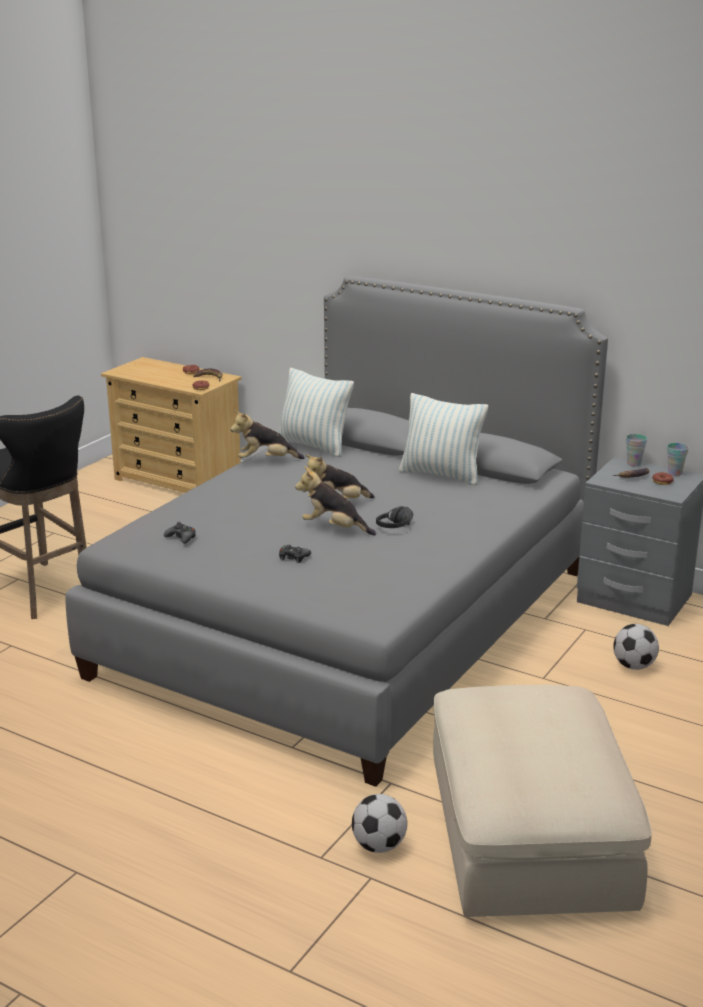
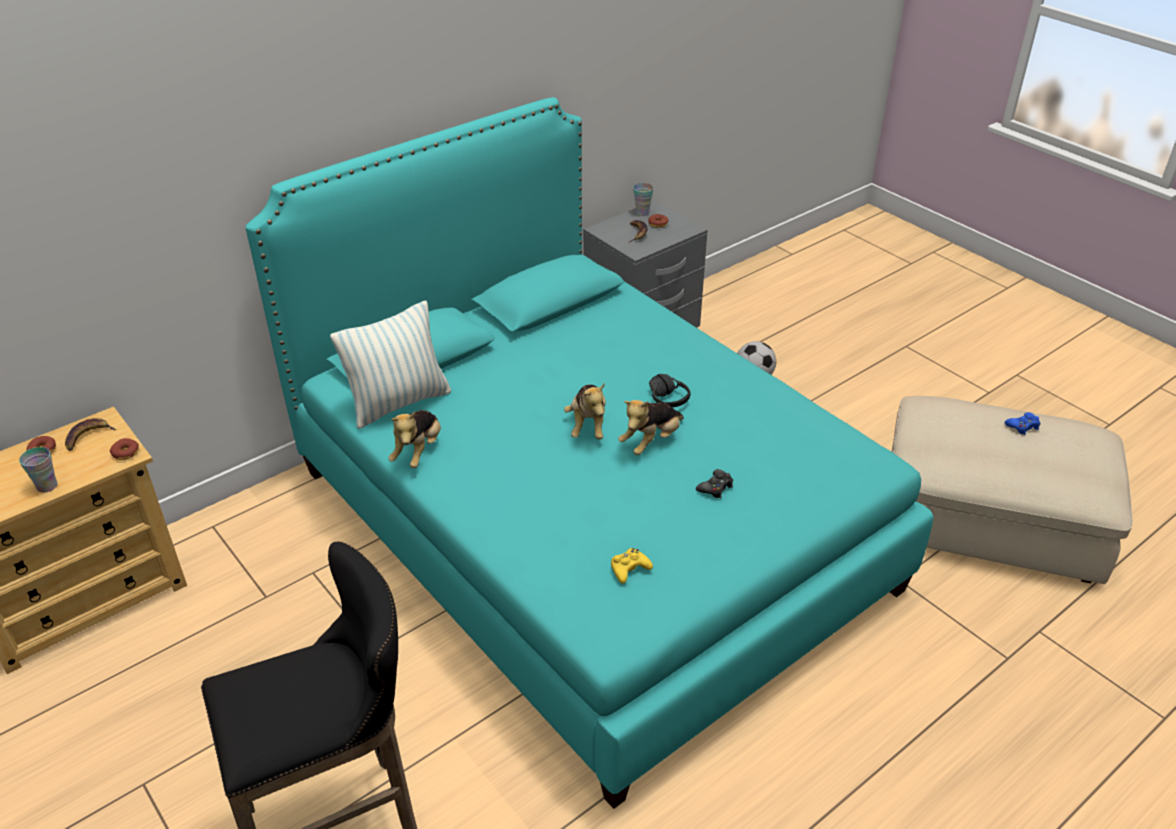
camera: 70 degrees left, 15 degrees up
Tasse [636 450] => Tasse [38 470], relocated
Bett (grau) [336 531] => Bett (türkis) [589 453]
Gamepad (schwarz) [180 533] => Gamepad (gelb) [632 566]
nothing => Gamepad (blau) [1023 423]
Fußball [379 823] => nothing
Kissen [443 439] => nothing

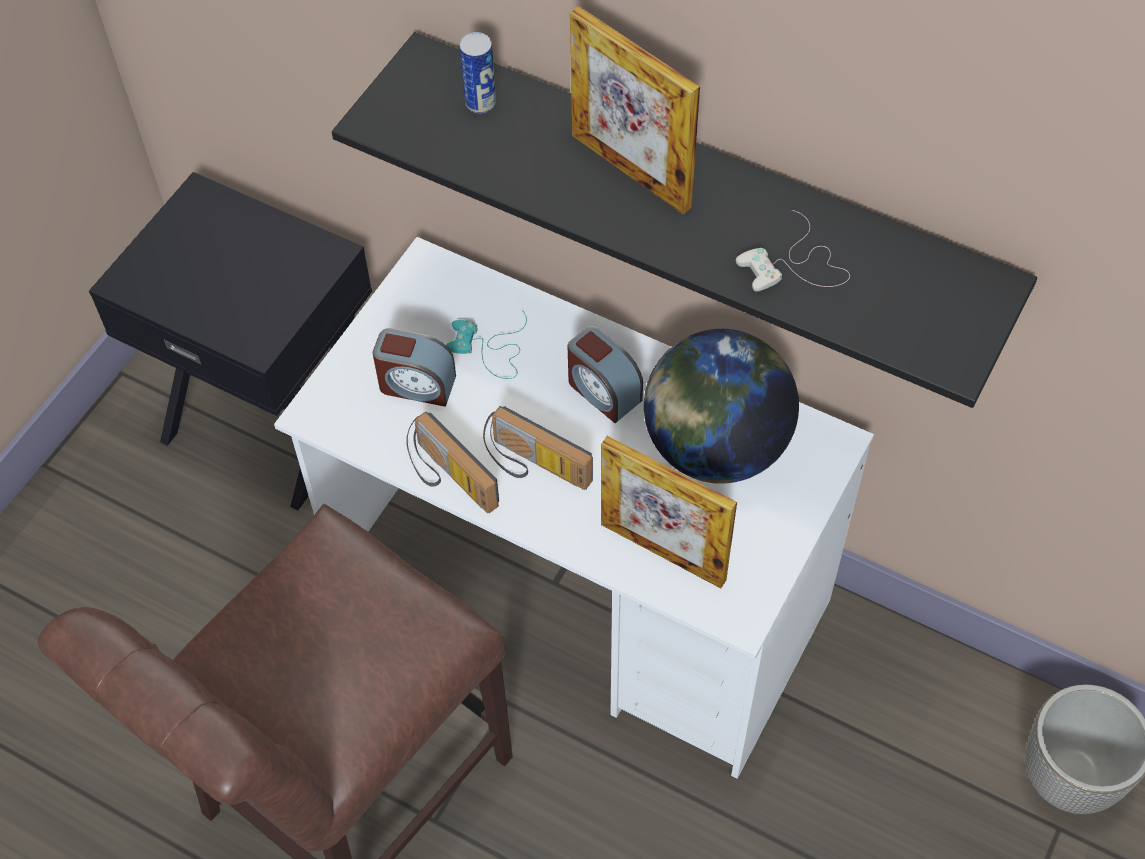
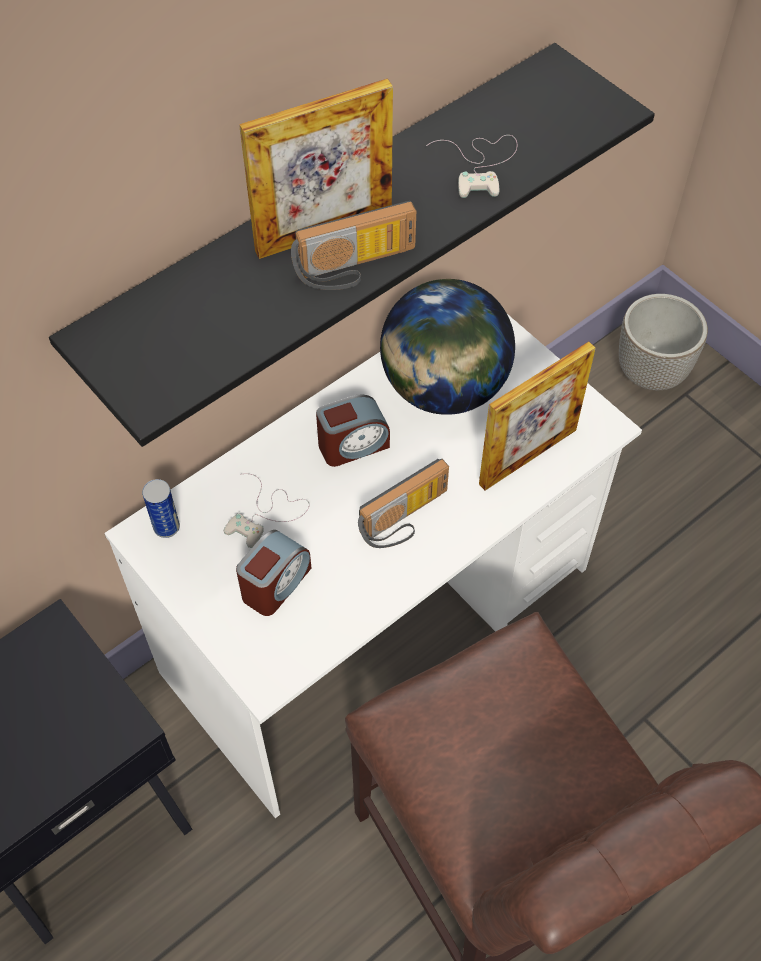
camera: 70 degrees left, 0 degrees up
Dose [477 72] => Dose [161 508], relocated
Gamepad (türkis) [486 344] => Gamepad (weiß) [267 510]
Radio [452 462] => Radio [353 245], relocated

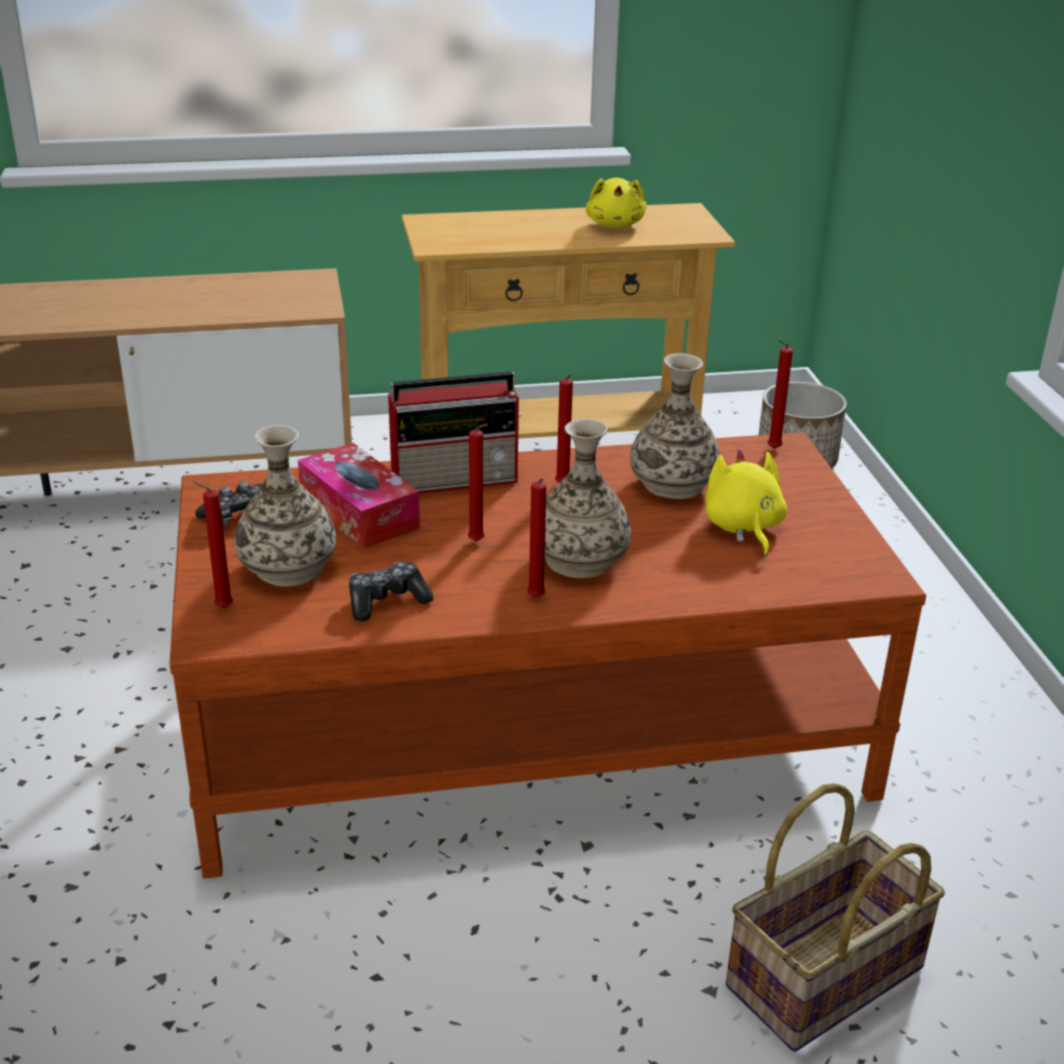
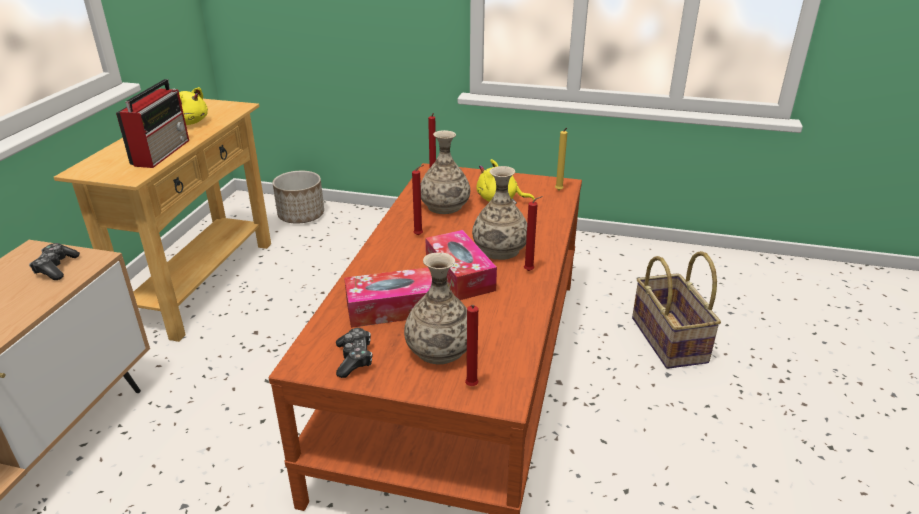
camera: 65 degrees left, 0 degrees up
Gamepad [391 591] => Gamepad [54 261], relocated
Radio [455 432] => Radio [152 123], relocated
Kerze (rot) [478 483] => Taschentuchbox [461 265]
nothing => Kerze (gelb) [561 159]

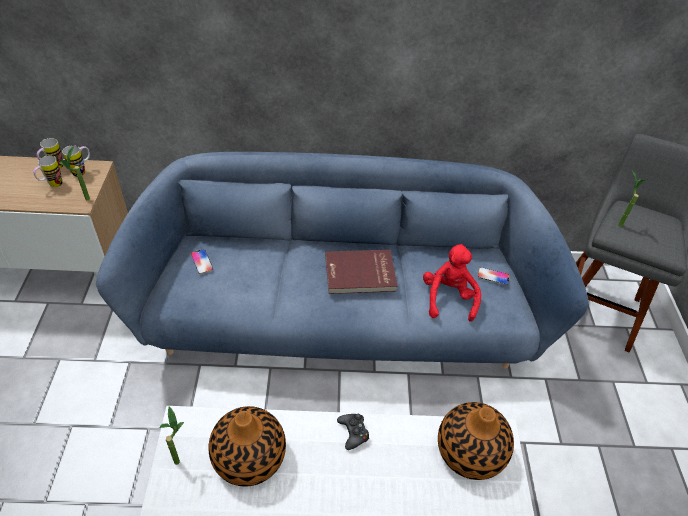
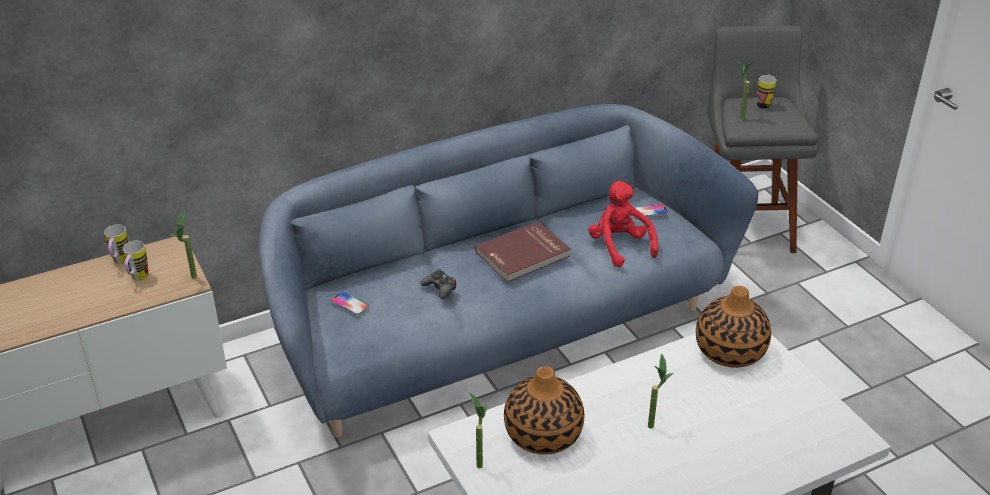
camera: 25 degrees left, 10 degrees down
Gamepad (schwarz) [353 432] => Gamepad (schwarz) [438 284], relocated
nothing => Topfpflanze [660 391]
Henkelbecher [76 161] => Henkelbecher [766 91], relocated

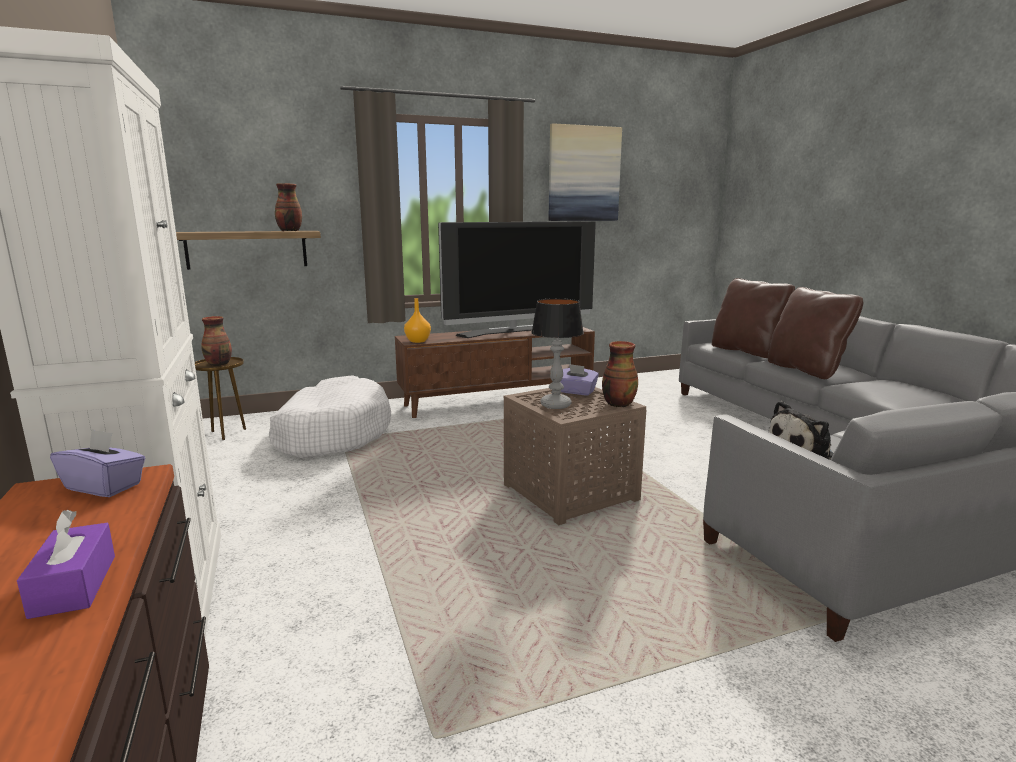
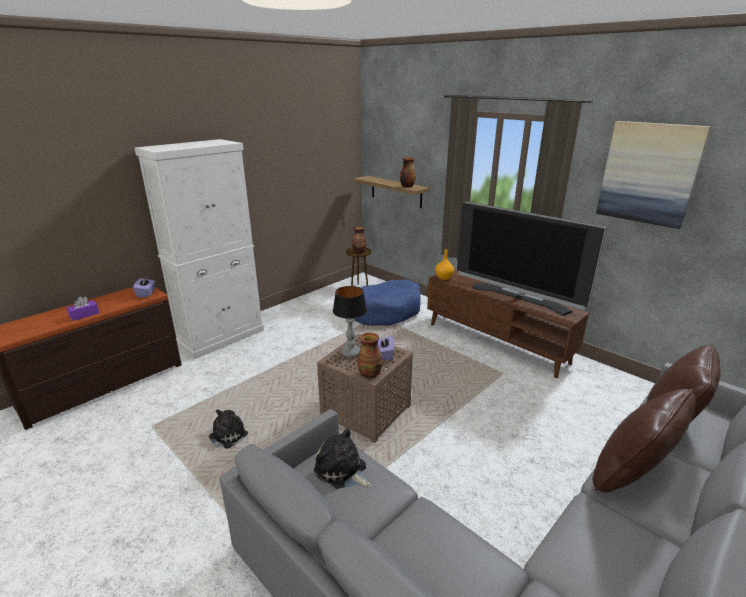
camera: 65 degrees right, 10 degrees up
nothing => Plüschtier [227 430]
Hundebett (weiß) [330 417] => Hundebett (blau) [387 302]

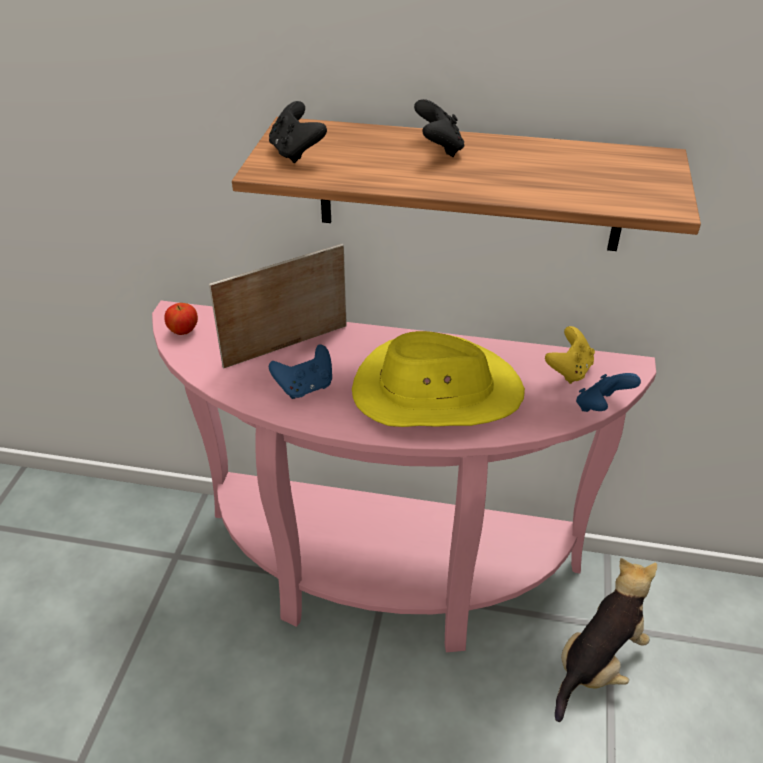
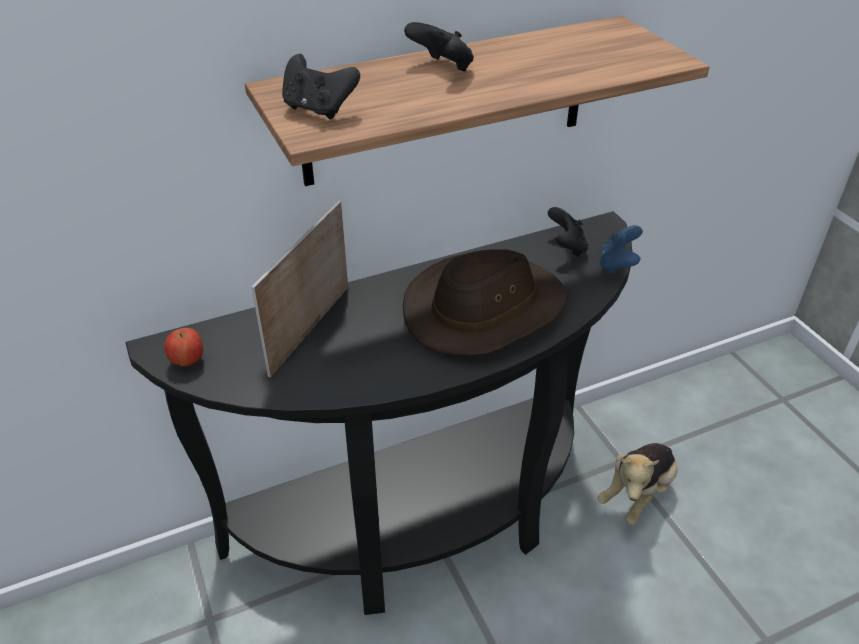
camera: 35 degrees left, 0 degrees up
Konsolentisch (rosa) [404 476] => Konsolentisch (schwarz) [379 413]
Hut (gelb) [438 379] => Hut (braun) [485 303]
Gamepad (gelb) [570 355] => Gamepad (schwarz) [568 232]
Plüschtier [606 640] => Plüschtier [638 484], 150 degrees counterclockwise
Gamepad (blau) [300 371] => nothing

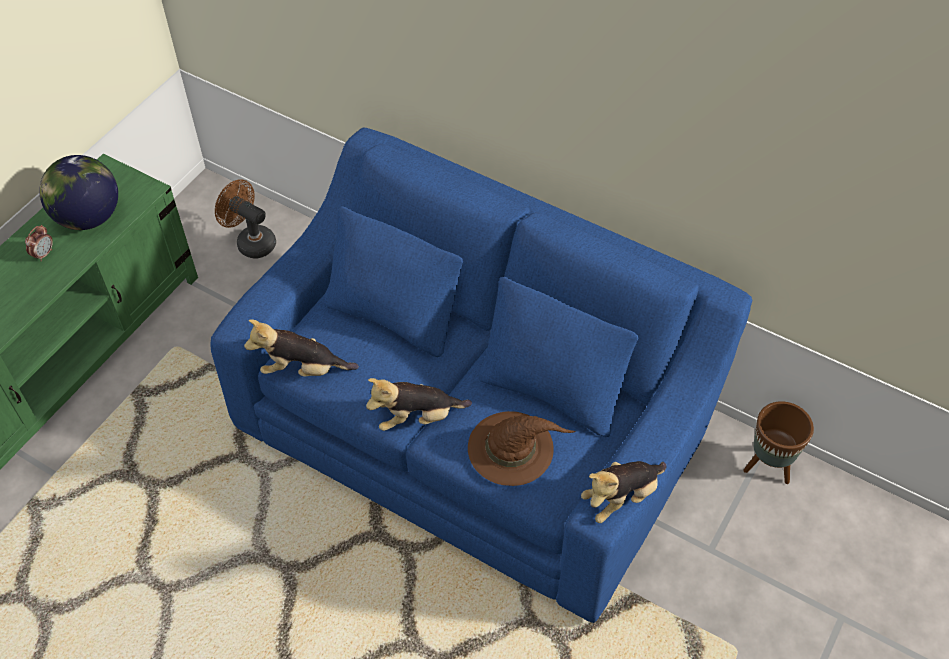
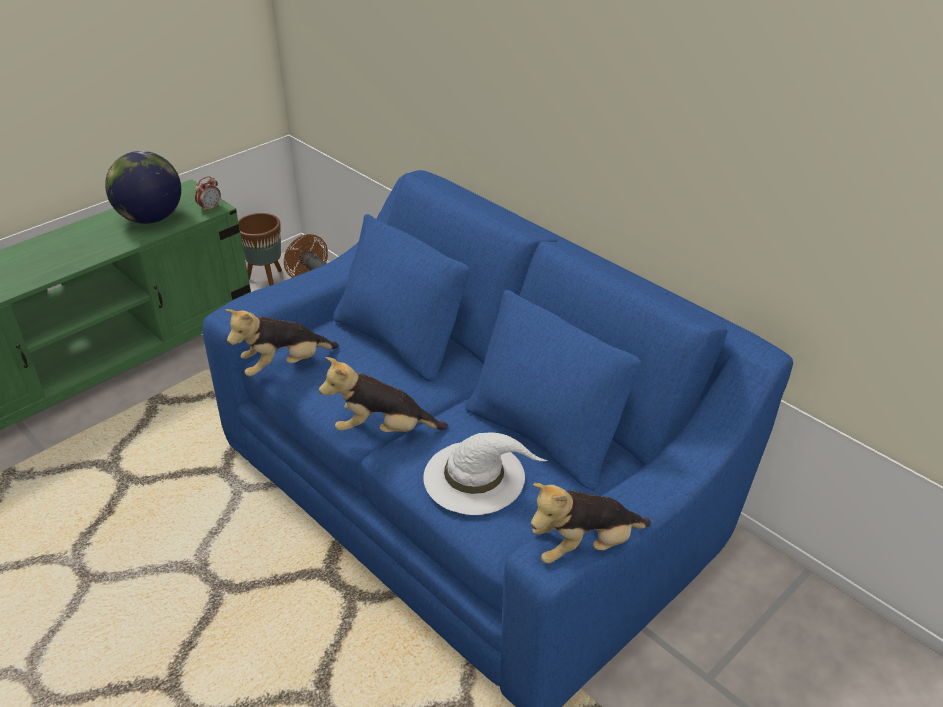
camera: 15 degrees right, 15 degrees down
Wecker [39 243] => Wecker [208 194], relocated
Plüschtier [301 348] => Plüschtier [282 342], 45 degrees counterclockwise
Pflanzkübel (braun) [779 442] => Pflanzkübel (braun) [260 249], relocated
Hut (braun) [522 448] => Hut (weiß) [486 474]

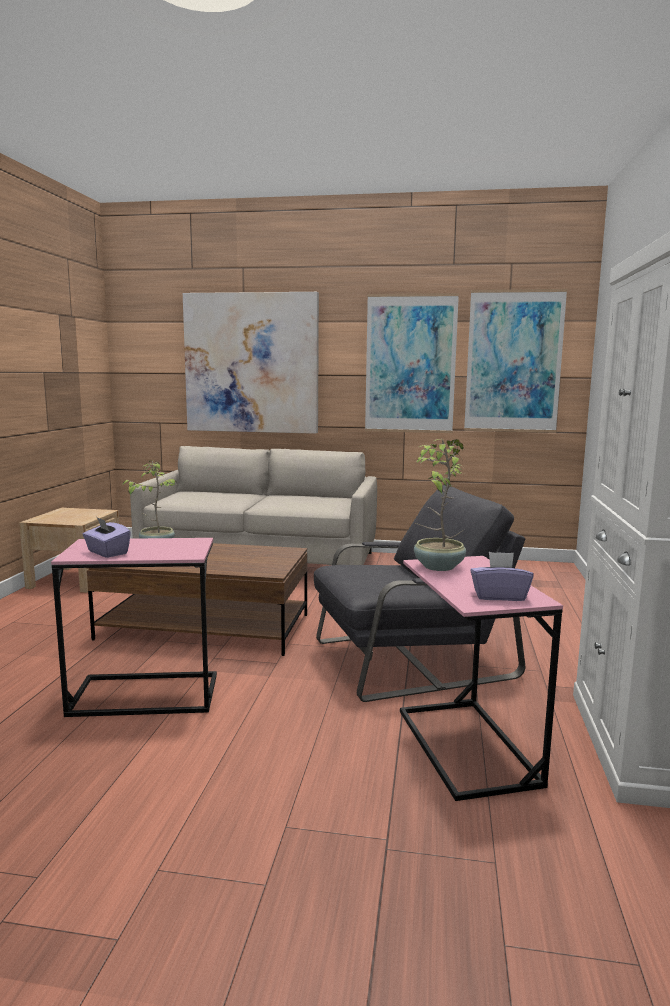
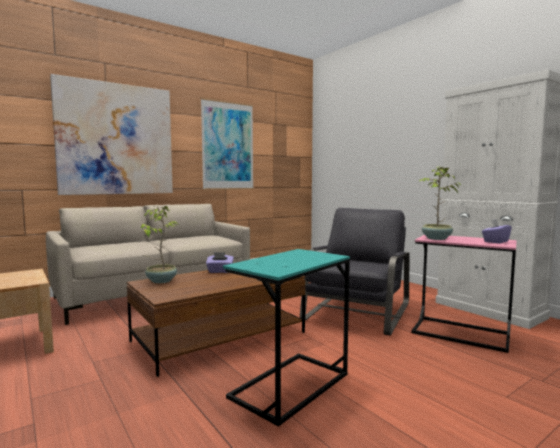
camera: 45 degrees left, 5 degrees down
Taschentuchbox (lila) [107 537] => Taschentuchbox (lila) [220 262], relocated
Beistelltisch (rosa) [134 627] => Beistelltisch (türkis) [286 338]
Bild [515 361] => nothing

